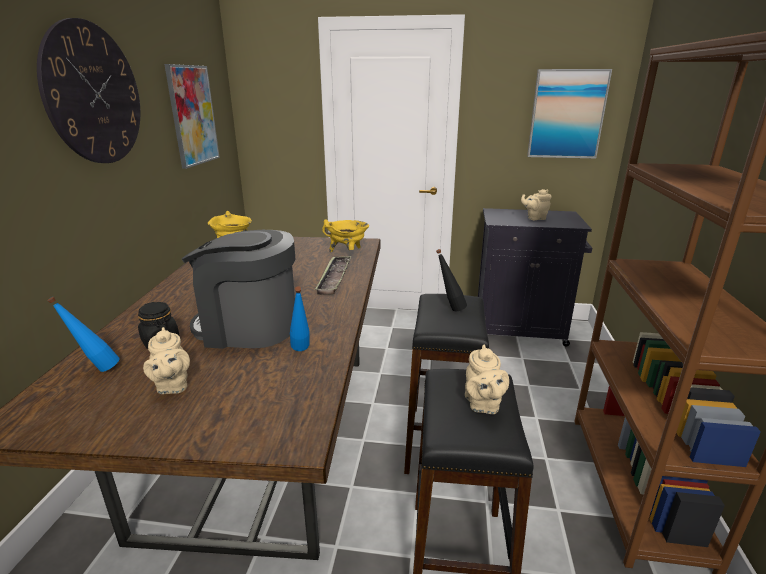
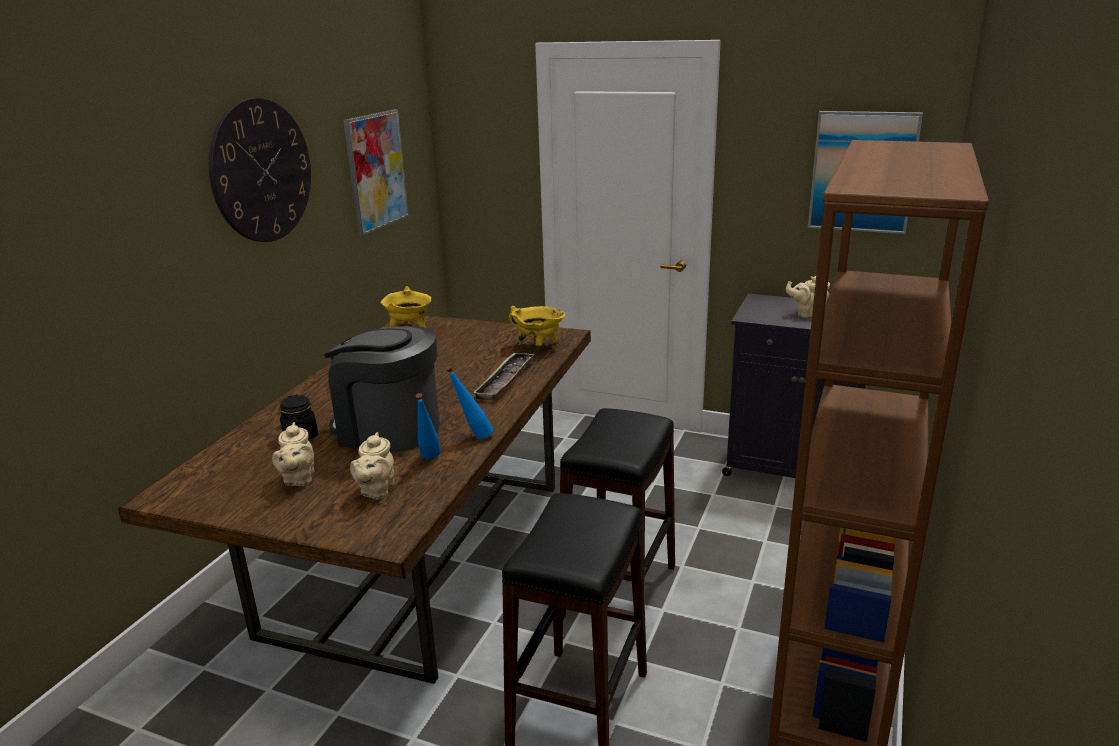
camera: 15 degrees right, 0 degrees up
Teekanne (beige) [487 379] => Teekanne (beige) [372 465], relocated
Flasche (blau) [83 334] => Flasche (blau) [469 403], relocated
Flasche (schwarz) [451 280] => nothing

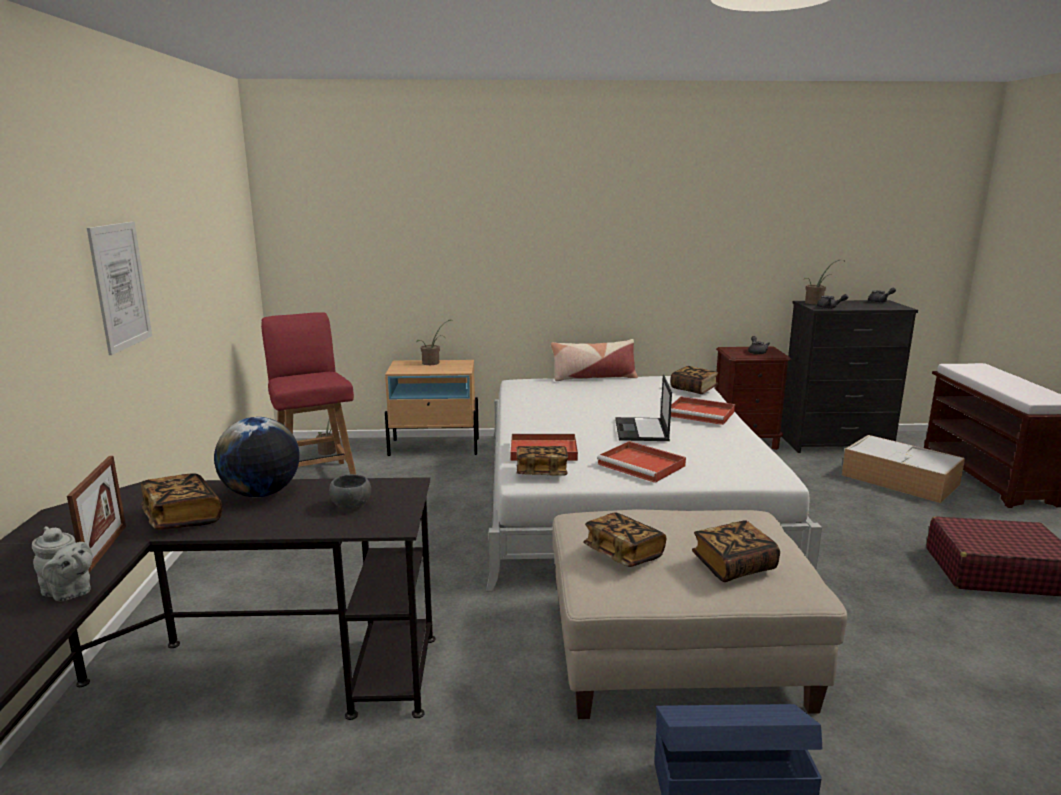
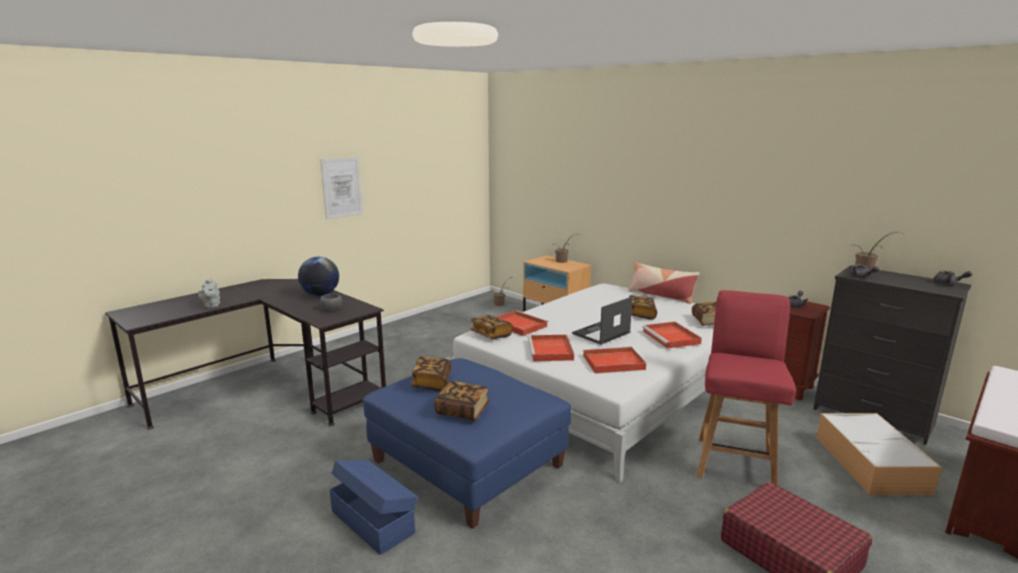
camera: 45 degrees right, 0 degrees up
Polsterhocker (beige) [700 614] => Polsterhocker (blau) [467 443]
nothing => Tablett (rot) [614 359]
Buch [182 501] => Buch [643 307], relocated
Stuhl (rot) [308 393] => Stuhl (rot) [746 388], relocated
Bilderrahmen [96 514] => nothing

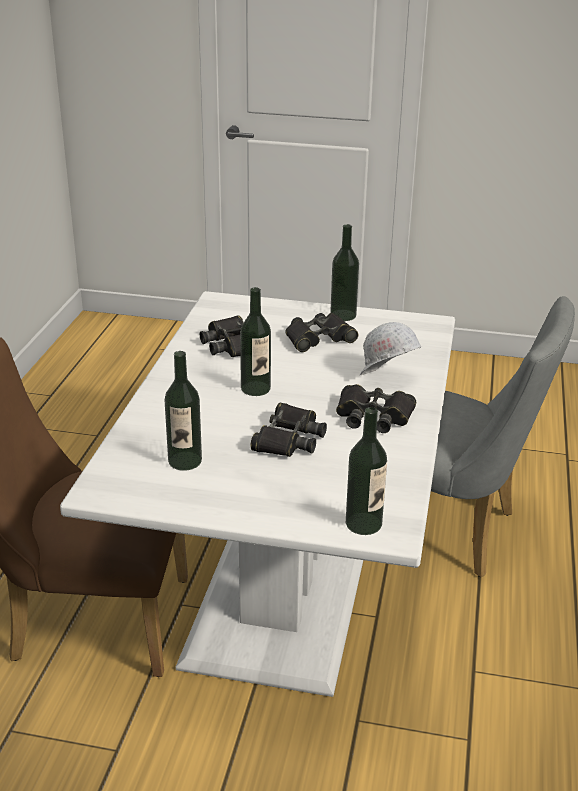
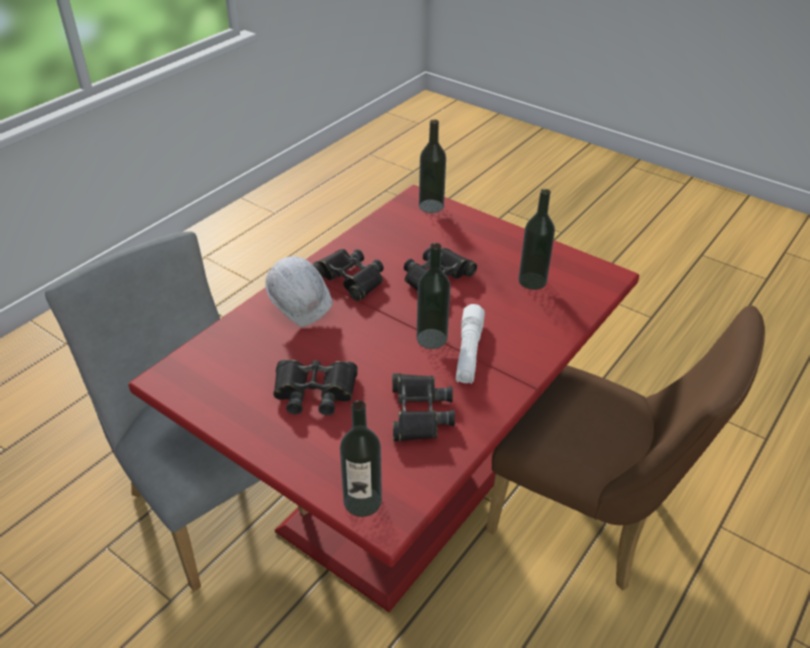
camera: 155 degrees left, 10 degrees up
Esstisch (weiß) [257 494] => Esstisch (rot) [383 398]
Flasche [344 272] => Flasche [361 458], relocated
nothing => Taschenlampe (weiß) [470 344]

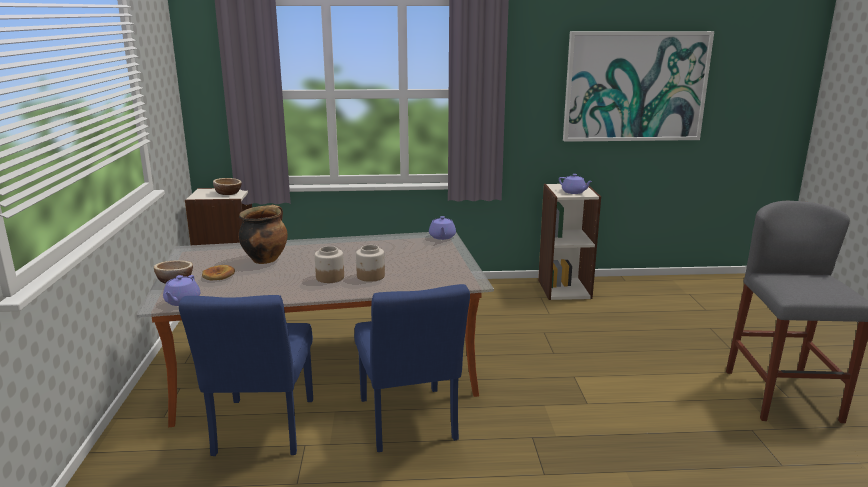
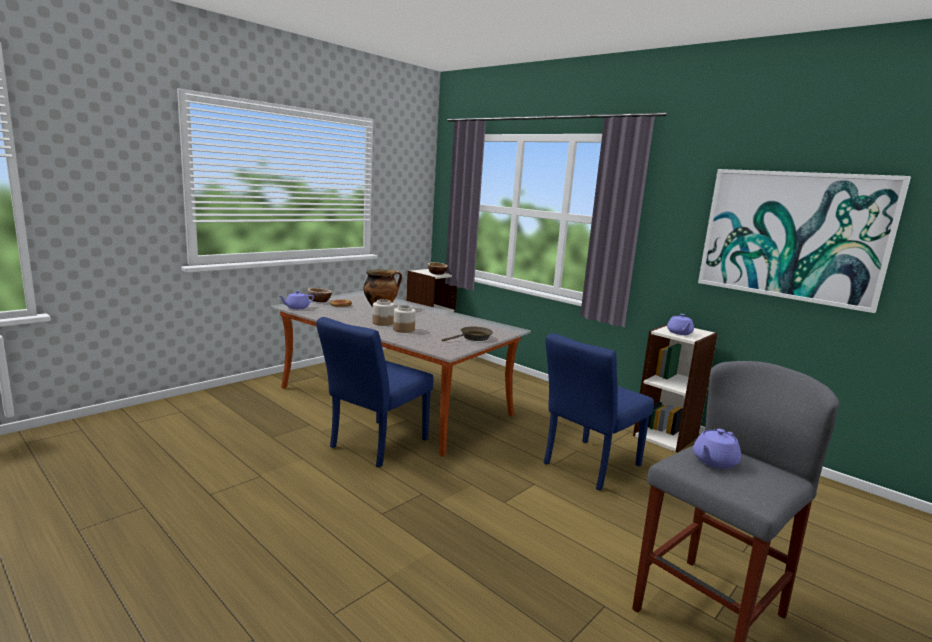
camera: 45 degrees right, 5 degrees down
nothing => Pfanne (braun) [467 334]
Stuhl (blau) [246 375] => Stuhl (blau) [599 412], relocated
Teekanne (lila) [442 228] => Teekanne (lila) [717 449], relocated

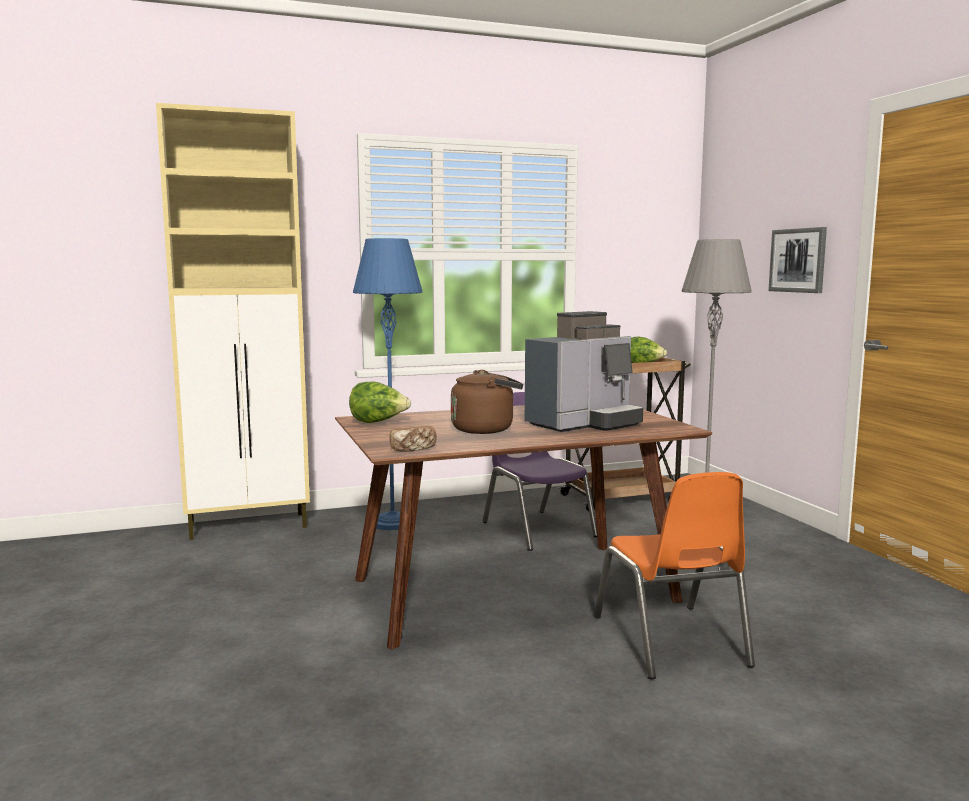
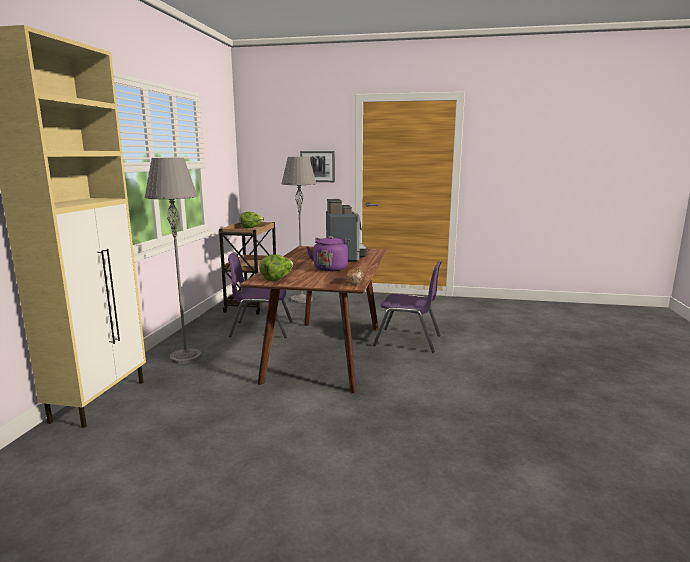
camera: 60 degrees left, 5 degrees up
Stehlampe (blau) [388 384] => Stehlampe (grau) [173 261]
Wasserkessel (braun) [487 402] => Wasserkessel (lila) [328 253]
Stuhl (orange) [674 575] => Stuhl (lila) [407 306]

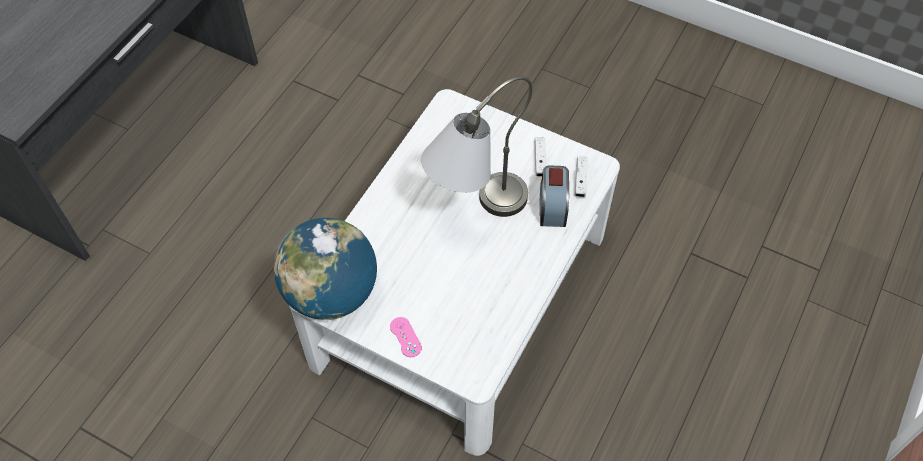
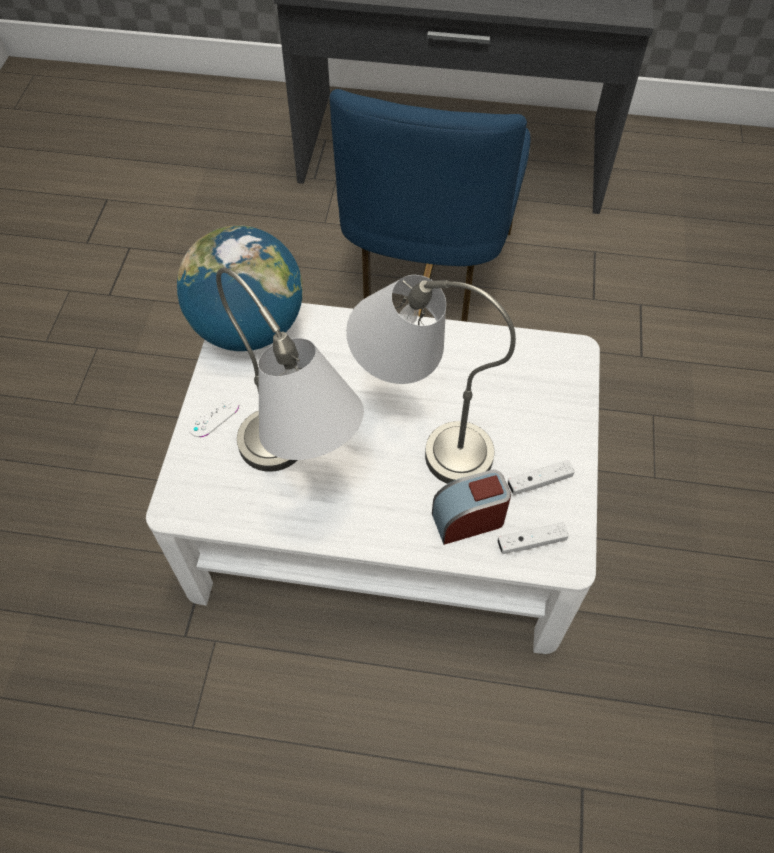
camera: 70 degrees right, 0 degrees up
Gamepad (rosa) [406 337] => Gamepad (weiß) [213 416]
nothing => Tischlampe (grau) [290 370]
nothing => Stuhl (blau) [429 205]

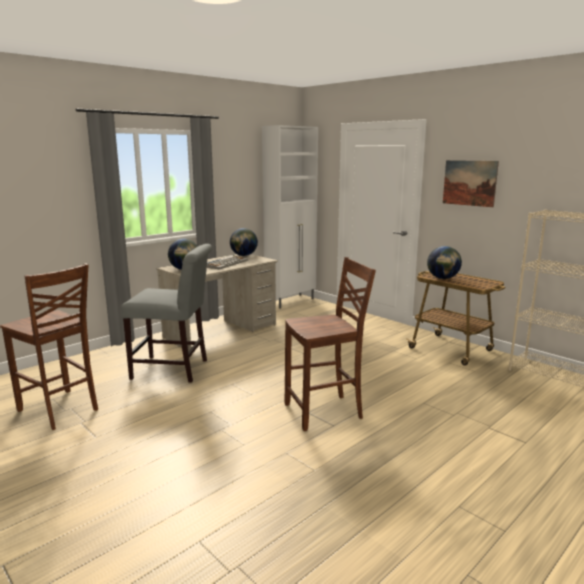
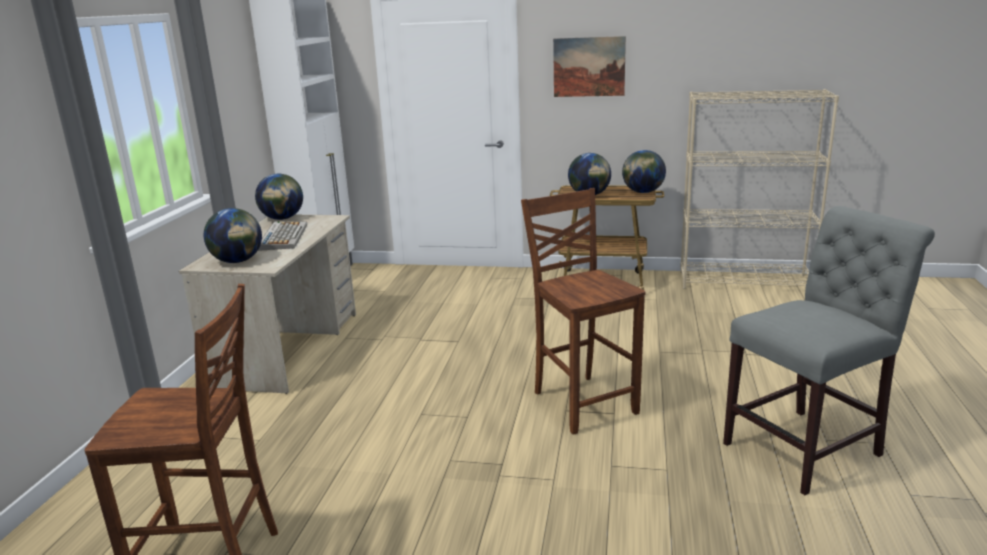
camera: 35 degrees left, 5 degrees up
Stuhl (braun) [330 344] => Stuhl (braun) [583 311], 60 degrees counterclockwise
nothing => Globus [644 171]
Stuhl (grau) [166 313] => Stuhl (grau) [829 350], relocated

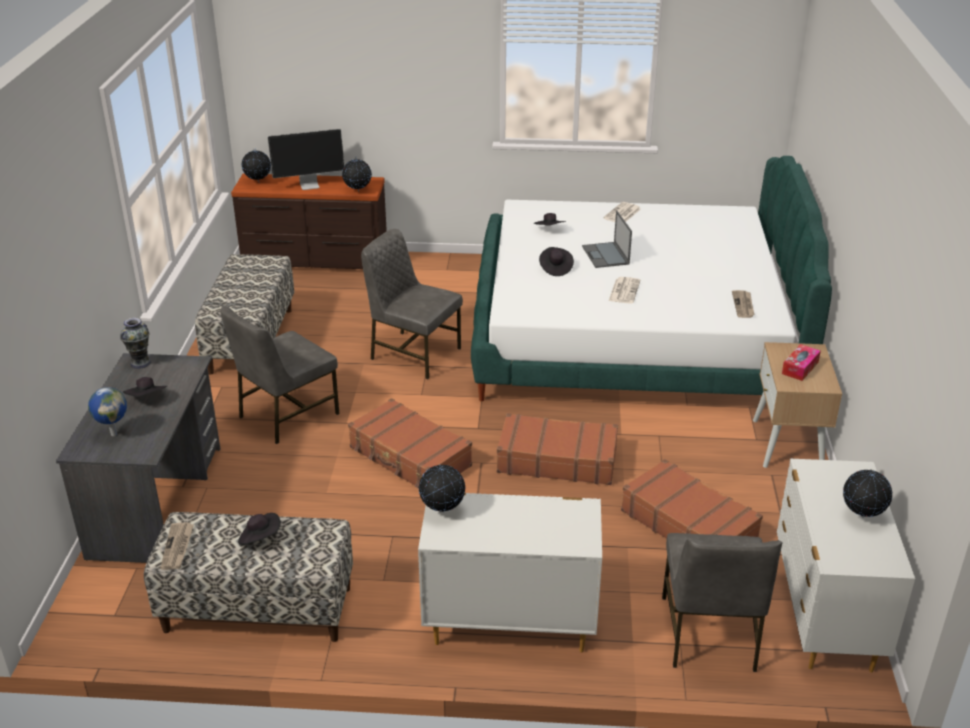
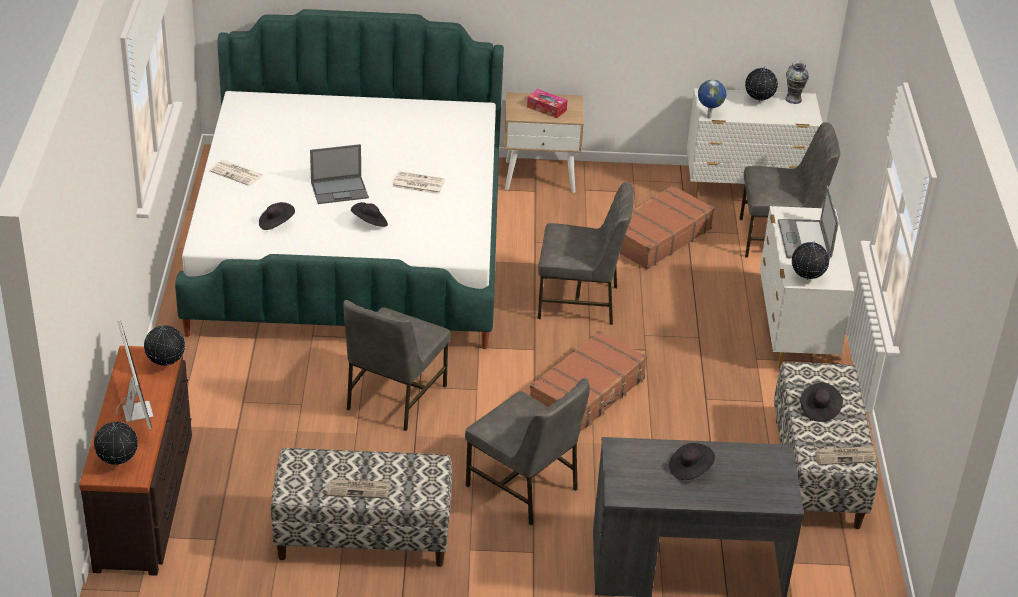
camera: 95 degrees left, 5 degrees up
Zeitung [743 304] => Zeitung [359 488], relocated
Koffer (braun) [557 449] => Stuhl (grau) [586 253]
Globus [107 411] => Globus [712 99], relocated
nothing => Laptop [808 222]
Vase [135 343] => Vase [797 82], relocated

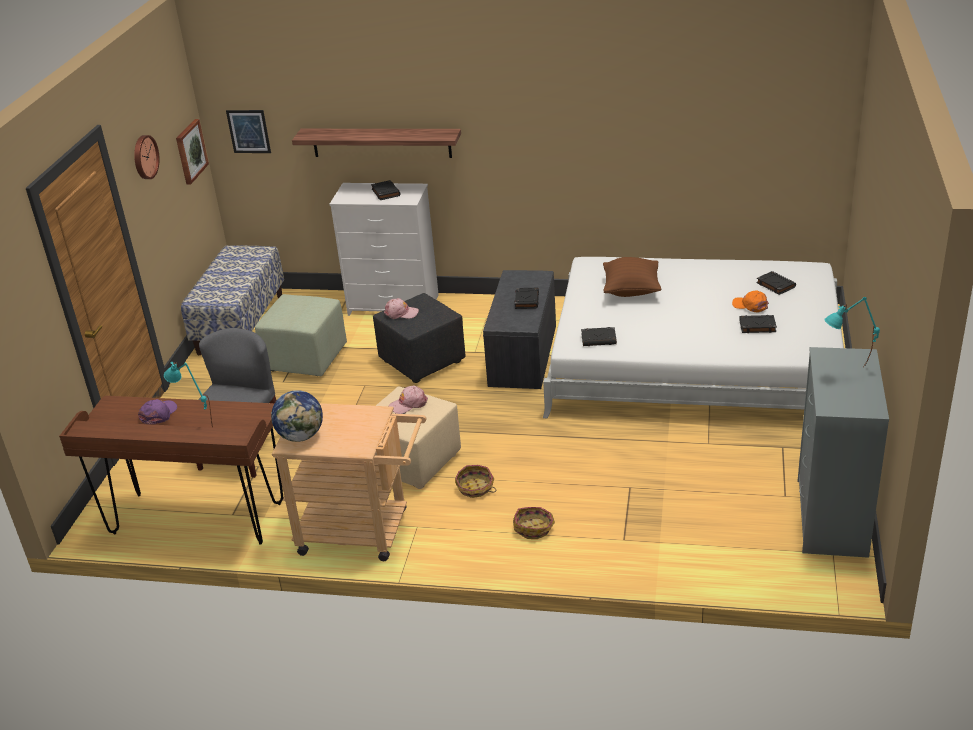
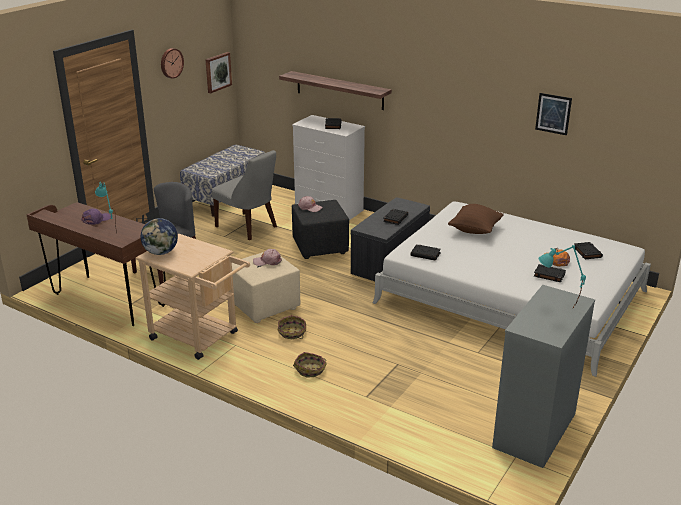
camera: 20 degrees right, 5 degrees down
Polsterhocker (grün) [301 335] => Stuhl (grau) [244 195]
Bild [248 131] => Bild [553 114], relocated

